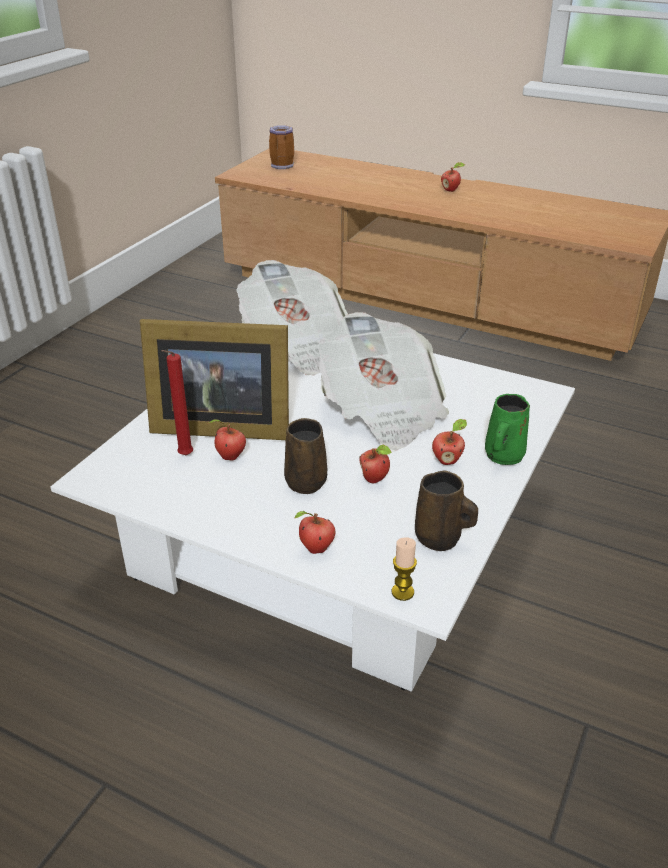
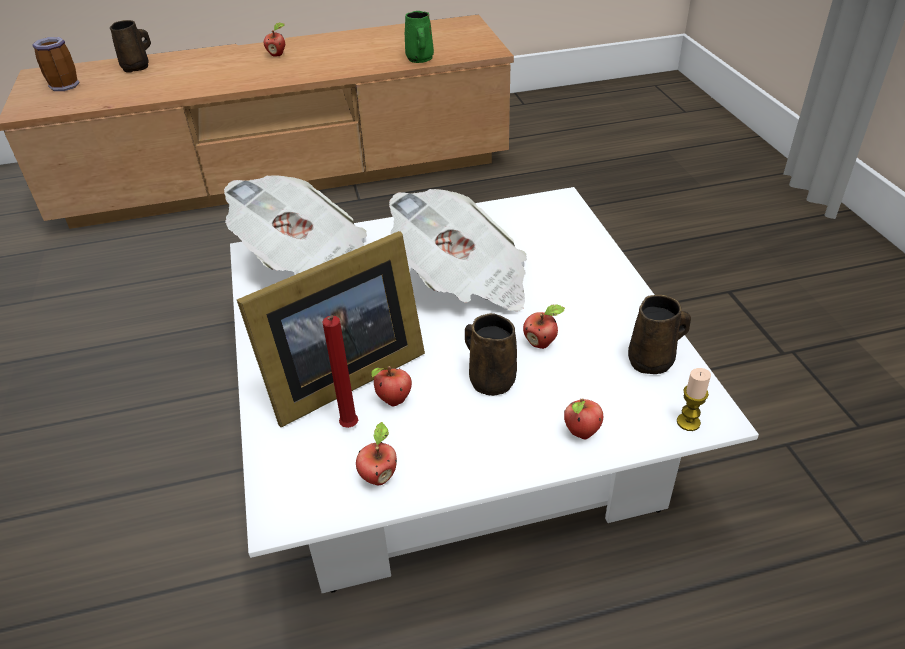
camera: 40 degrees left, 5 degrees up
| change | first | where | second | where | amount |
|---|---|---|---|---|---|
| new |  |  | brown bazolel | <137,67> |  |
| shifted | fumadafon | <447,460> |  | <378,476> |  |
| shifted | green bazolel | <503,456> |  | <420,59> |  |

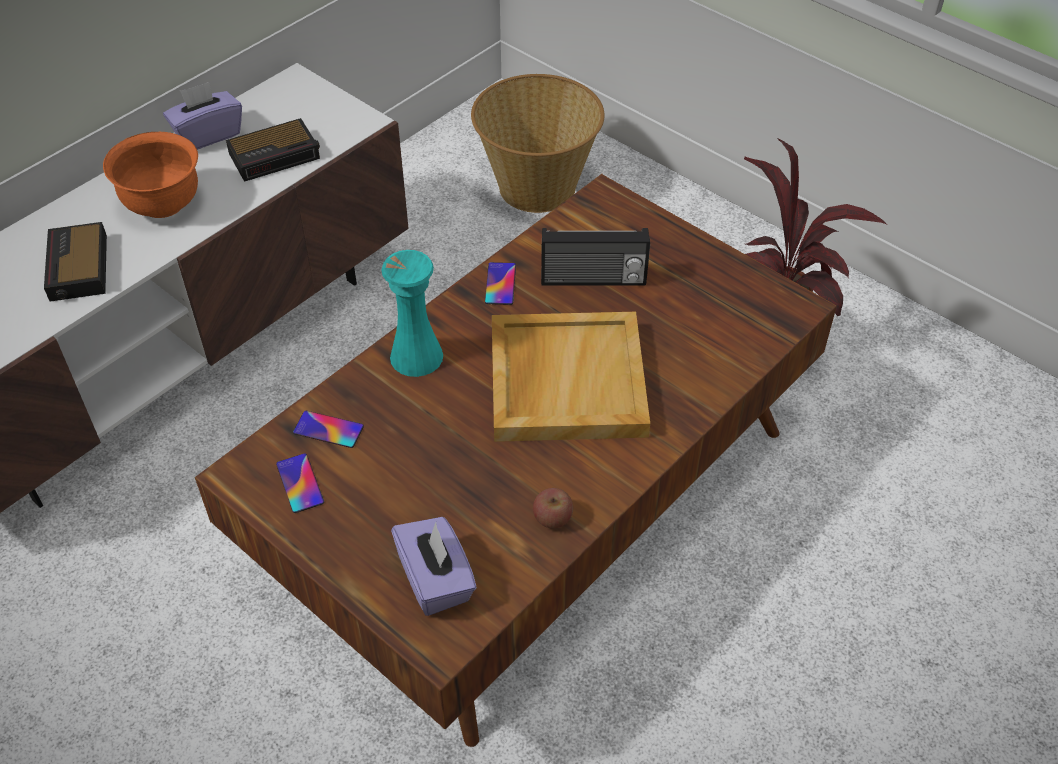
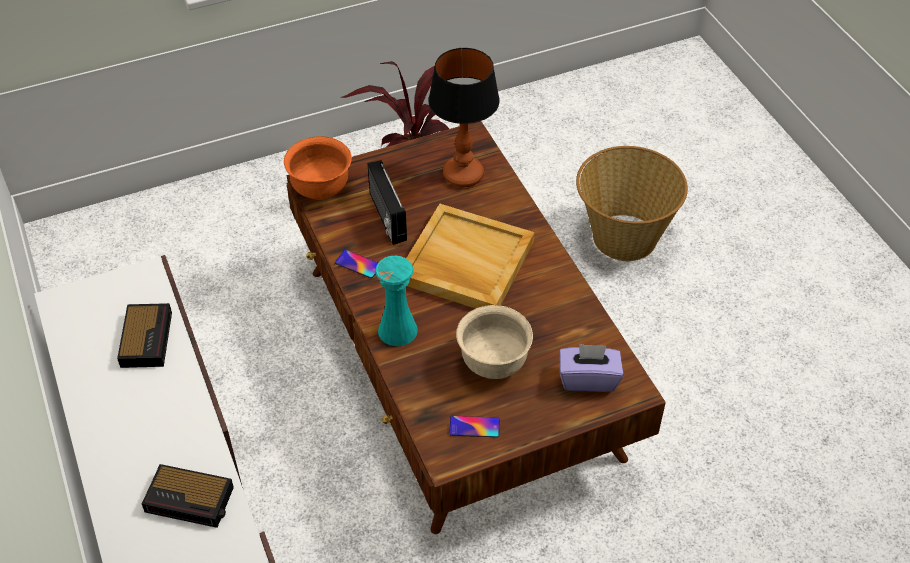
camera: 65 degrees left, 0 degrees up
| change | first | where | second | where | amount |
|---|---|---|---|---|---|
| gone | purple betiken | <208,134> |  |  |  |
| gone | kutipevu | <328,430> |  |  |  |
| gone | fumadafon | <552,518> |  |  |  |
| new |  |  | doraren | <462,174> |  |
| new |  |  | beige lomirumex | <493,362> |  |
| shifted | orange lomirumex | <163,204> |  | <321,189> |  |
| shifted | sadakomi | <537,186> |  | <623,237> |  |
| rotated | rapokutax | <593,280> |  | <386,217> | 135 degrees clockwise |

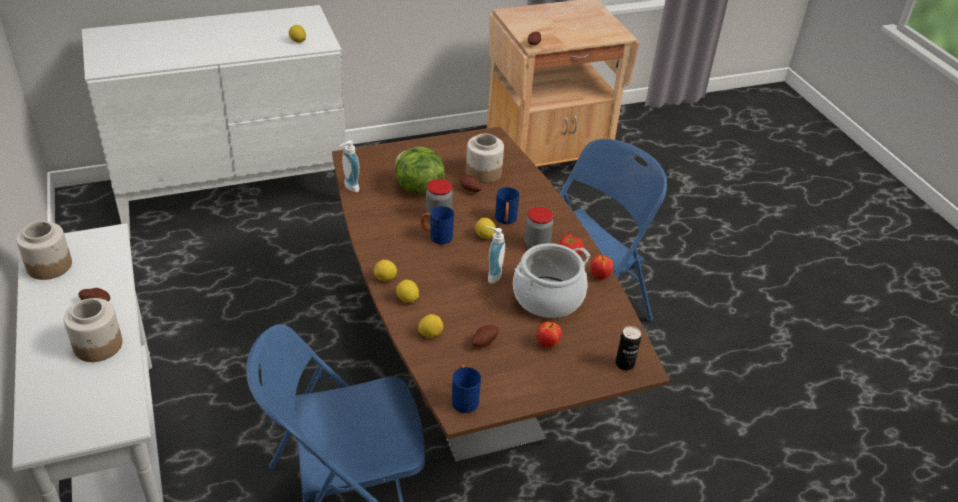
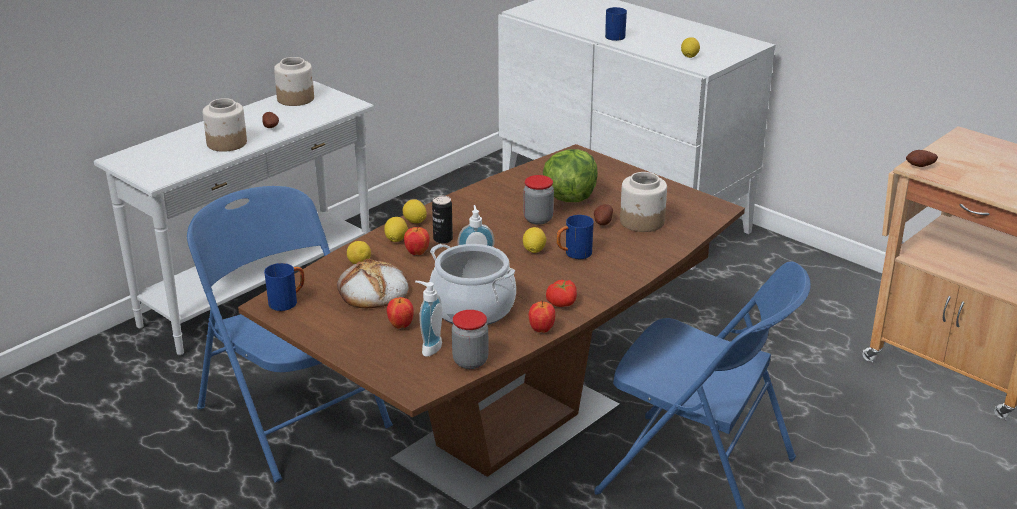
camera: 65 degrees right, 10 degrees down
| change | first | where | second | where | amount |
|---|---|---|---|---|---|
| new |  |  | fumadafon | <417,253> |  |
| shifted | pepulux | <349,187> |  | <428,347> |  |
| shifted | blue bazolel | <436,237> |  | <613,36> |  |
| shifted | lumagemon | <536,244> |  | <470,361> |  |
| shifted | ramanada | <624,364> |  | <443,239> |  |
| swapped | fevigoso | <483,342> | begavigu | <372,291> |  |

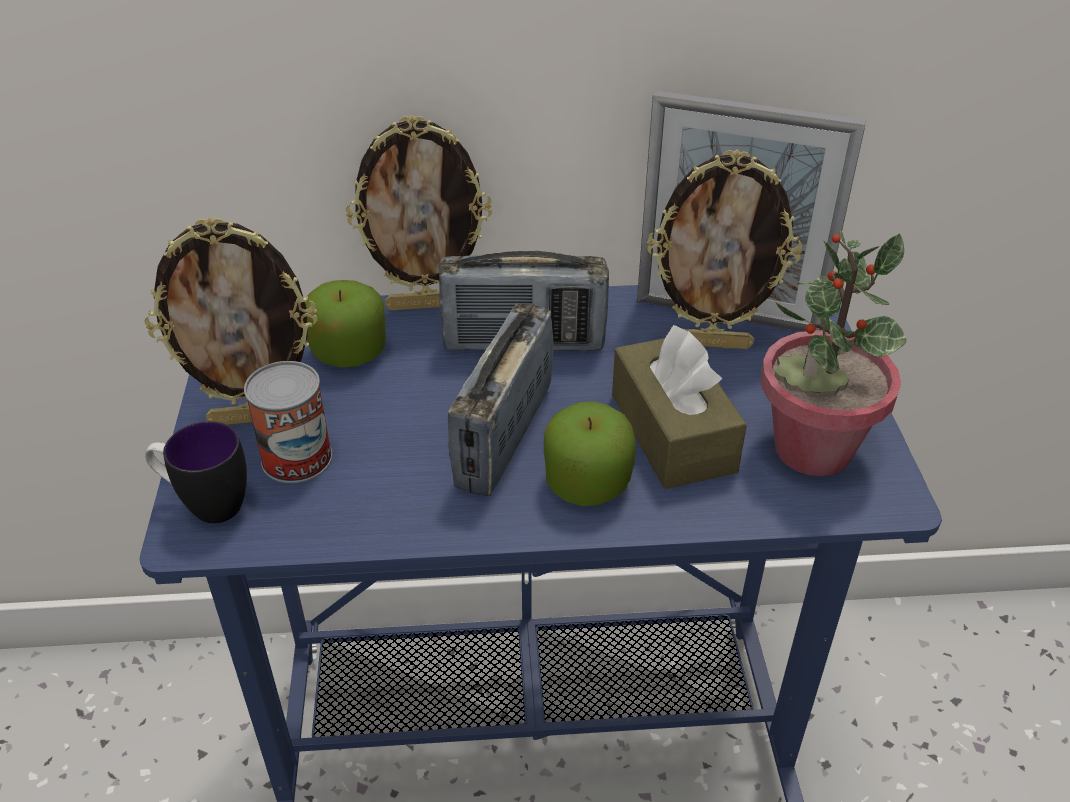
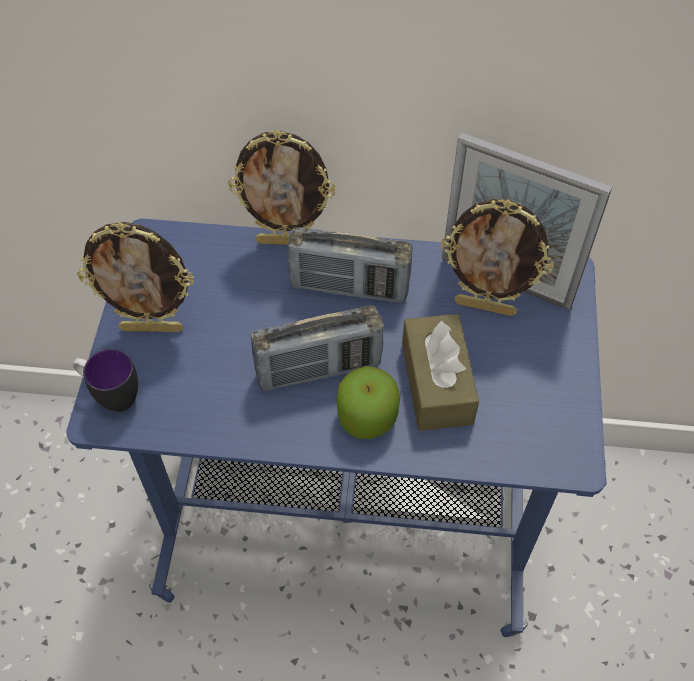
camera: 10 degrees right, 15 degrees up
| change | first | where | second | where | amount |
|---|---|---|---|---|---|
| gone | ramanada | <297,458> |  |  |  |
| gone | fumadafon | <348,352> |  |  |  |
| gone | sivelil | <811,449> |  |  |  |
| rotated | rapokutax | <504,437> |  | <318,369> | 135 degrees counterclockwise |

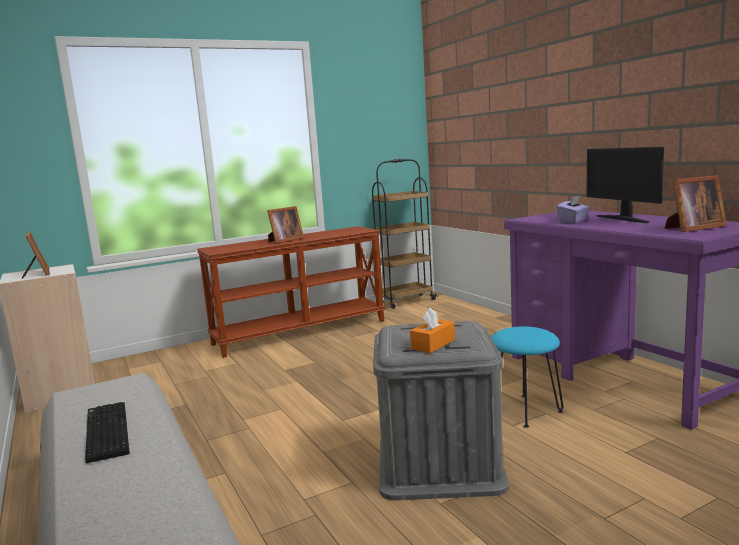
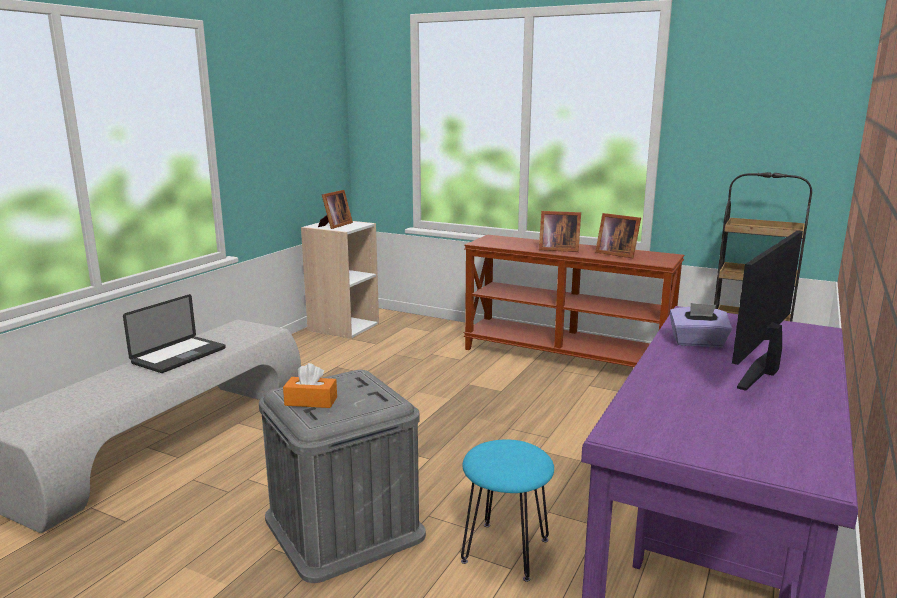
camera: 55 degrees right, 5 degrees up
| change | first | where | second | where | amount |
|---|---|---|---|---|---|
| shifted | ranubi | <692,228> |  | <616,254> |  |
| swapped | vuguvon | <105,432> | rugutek | <179,356> |  |

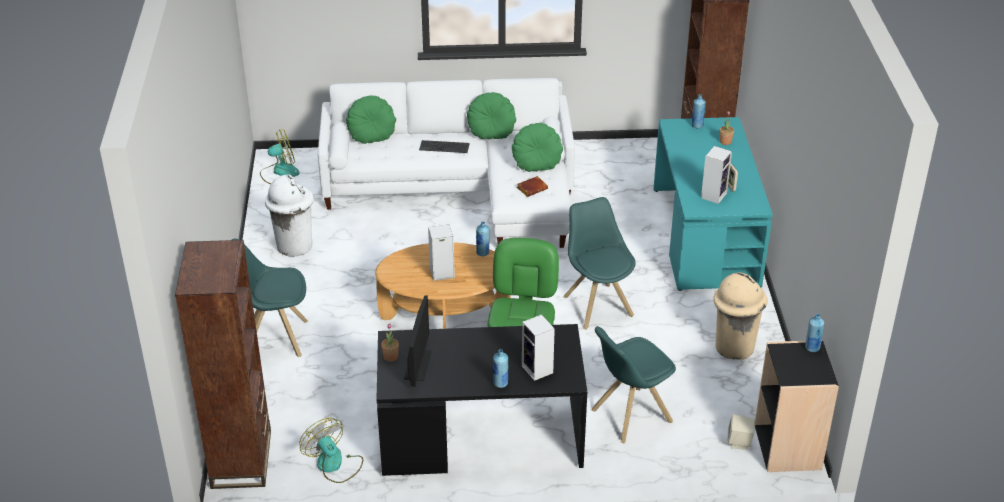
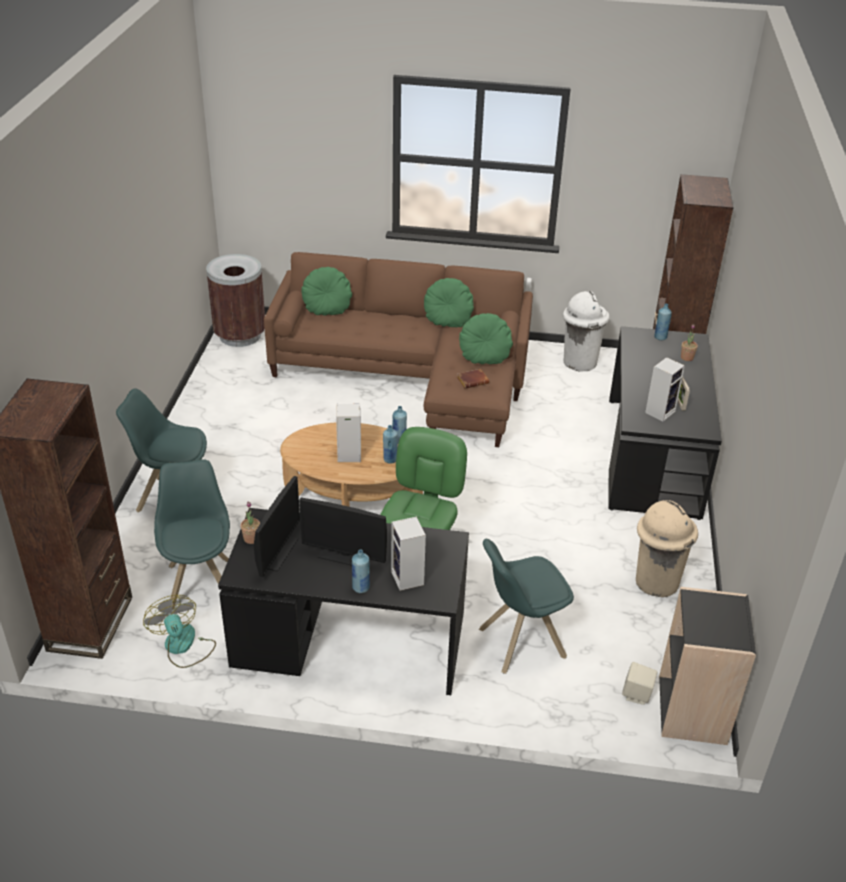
camera: 10 degrees right, 0 degrees up
| change | first | where | second | where | amount |
|---|---|---|---|---|---|
| gone | vuguvon | <444,147> |  |  |  |
| new |  |  | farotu | <345,555> |  |
| shifted | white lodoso | <294,245> |  | <579,362> |  |
| shifted | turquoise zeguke | <597,306> |  | <200,583> |  |
| shifted | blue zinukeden | <812,348> |  | <390,459> |  |
| swapped | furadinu | <279,172> | brown lodoso | <240,335> |  |
| repainted | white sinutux | <462,191> | brown sinutux | <412,376> |  |
| repainted | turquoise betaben | <705,236> | black betaben | <653,456> |  |

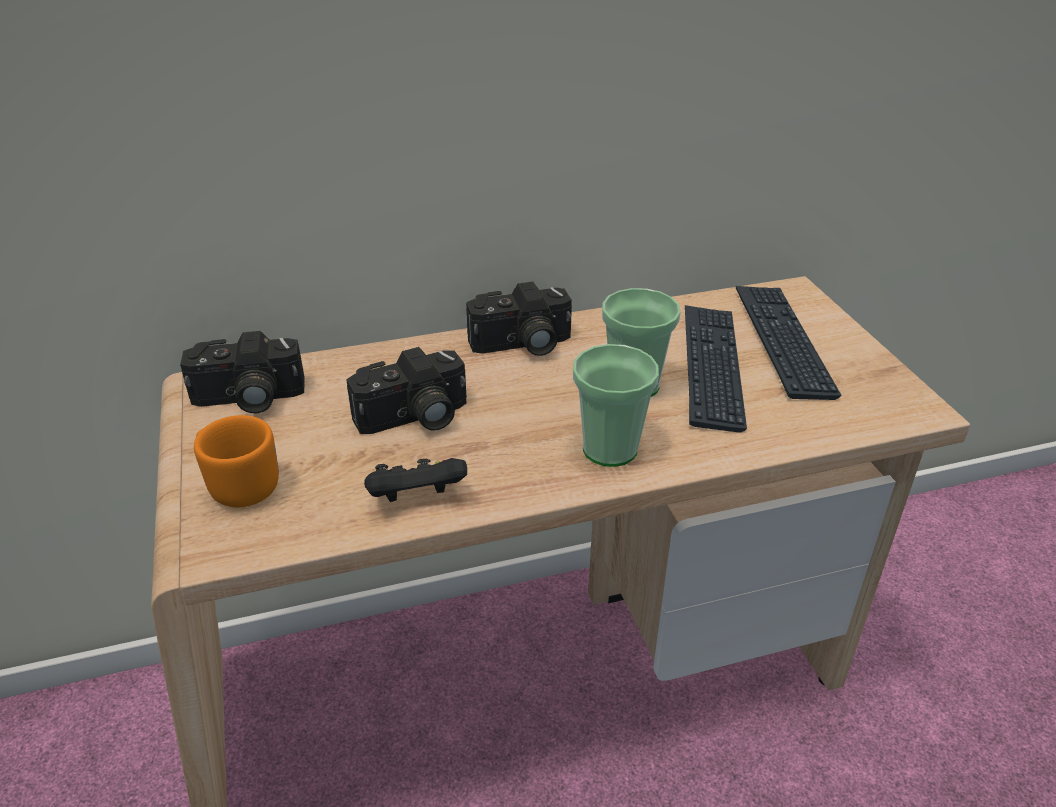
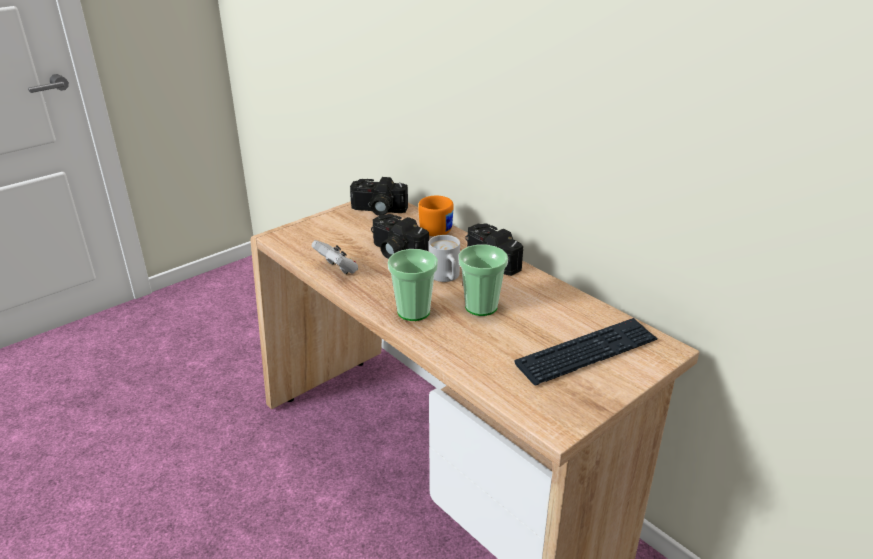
camera: 65 degrees right, 5 degrees down
| change | first | where | second | where | amount |
|---|---|---|---|---|---|
| gone | vuguvon | <711,367> |  |  |  |
| new |  |  | white bazolel | <446,277> |  |
| shifted | orange bazolel | <239,484> |  | <438,229> |  |
| repainted | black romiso | <417,498> | white romiso | <337,269> |  |
| rotated | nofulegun | <247,399> |  | <378,210> | 45 degrees counterclockwise |

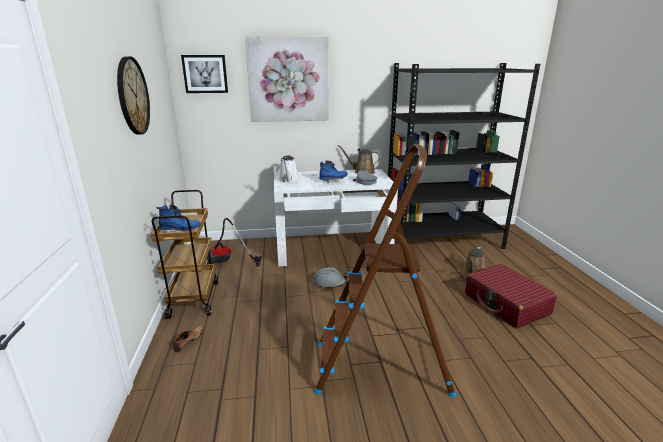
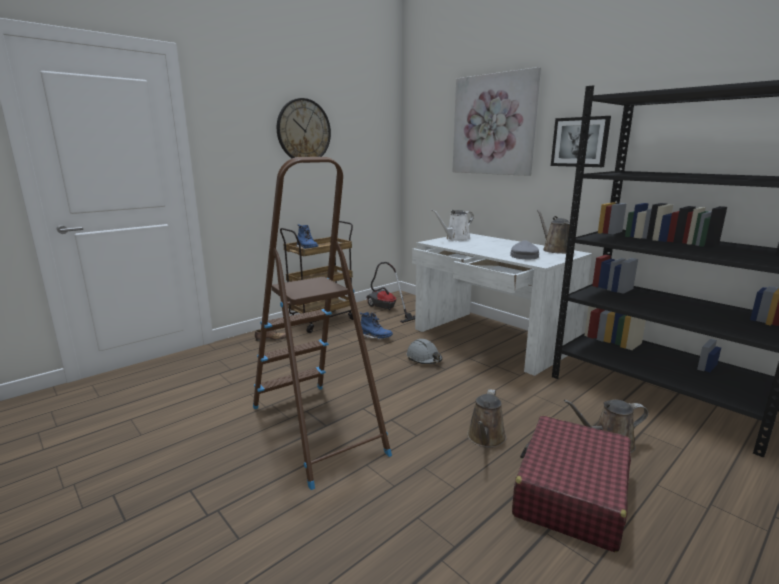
camera: 55 degrees right, 5 degrees down
| change | first | where | second | where | amount |
|---|---|---|---|---|---|
| new |  |  | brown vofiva | <485,438> |  |
| shifted | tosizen | <205,74> |  | <580,142> |  |
| shifted | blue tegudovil | <333,181> |  | <375,338> |  |

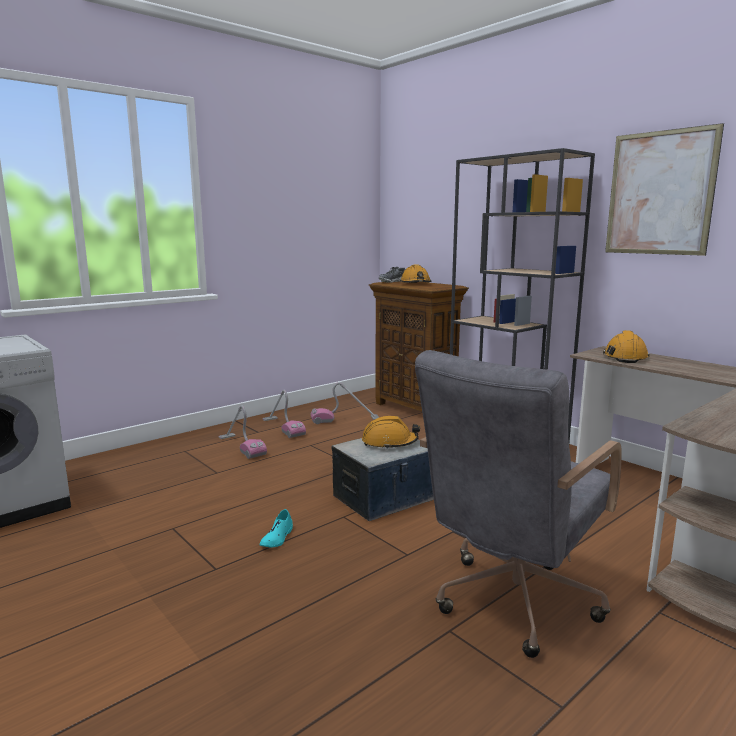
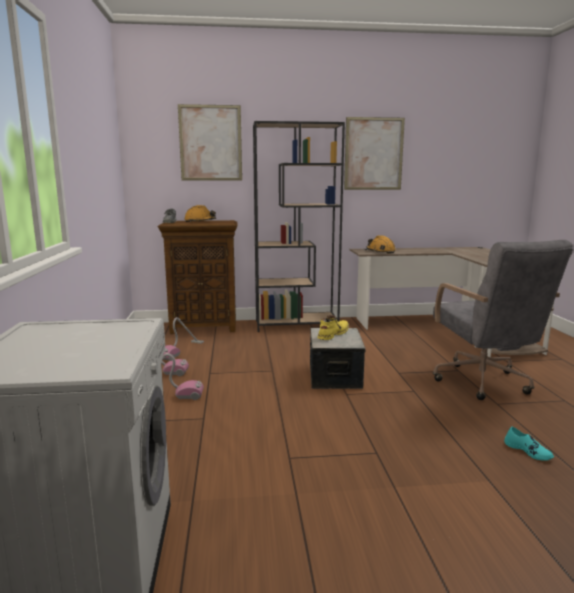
camera: 55 degrees left, 0 degrees up
| change | first | where | second | where | amount |
|---|---|---|---|---|---|
| new |  |  | tosizen | <210,143> |  |
| shifted | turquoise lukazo | <277,538> |  | <528,451> |  |
| swapped | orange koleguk | <389,443> | yellow tegudovil | <333,334> |  |

